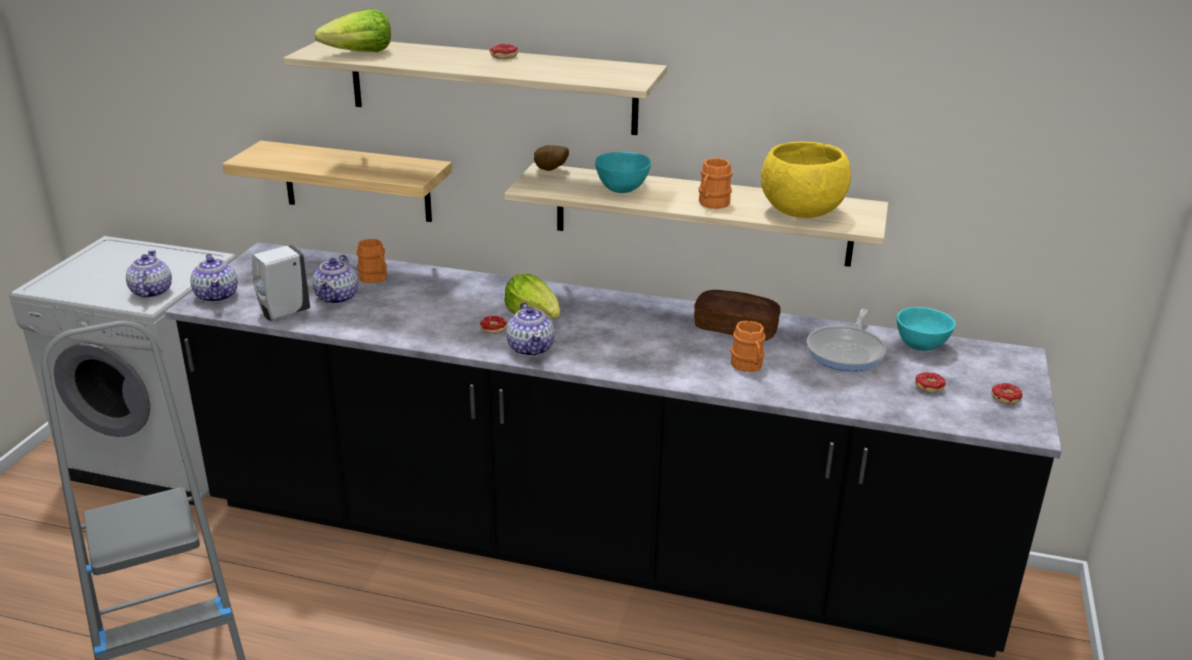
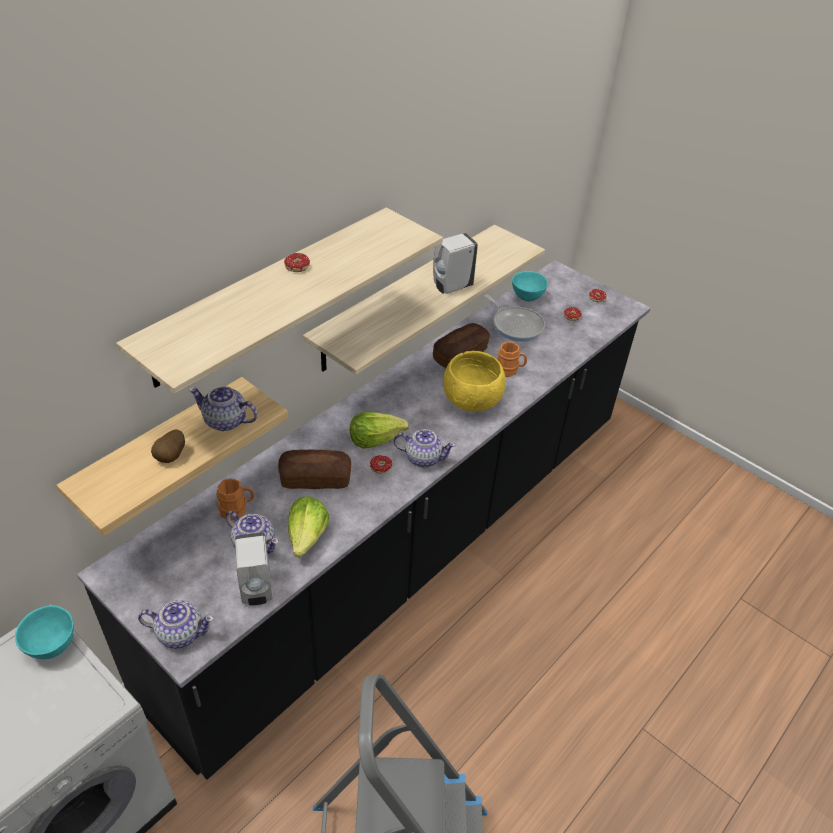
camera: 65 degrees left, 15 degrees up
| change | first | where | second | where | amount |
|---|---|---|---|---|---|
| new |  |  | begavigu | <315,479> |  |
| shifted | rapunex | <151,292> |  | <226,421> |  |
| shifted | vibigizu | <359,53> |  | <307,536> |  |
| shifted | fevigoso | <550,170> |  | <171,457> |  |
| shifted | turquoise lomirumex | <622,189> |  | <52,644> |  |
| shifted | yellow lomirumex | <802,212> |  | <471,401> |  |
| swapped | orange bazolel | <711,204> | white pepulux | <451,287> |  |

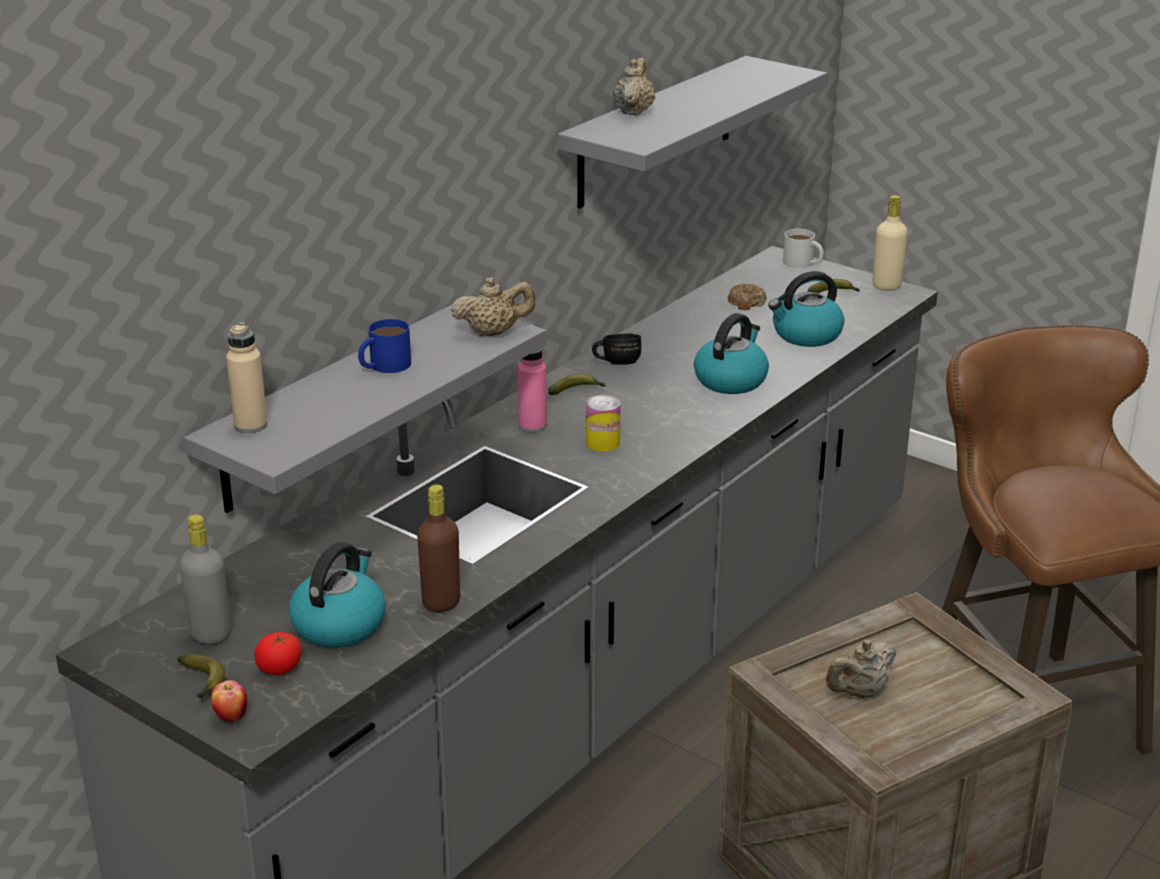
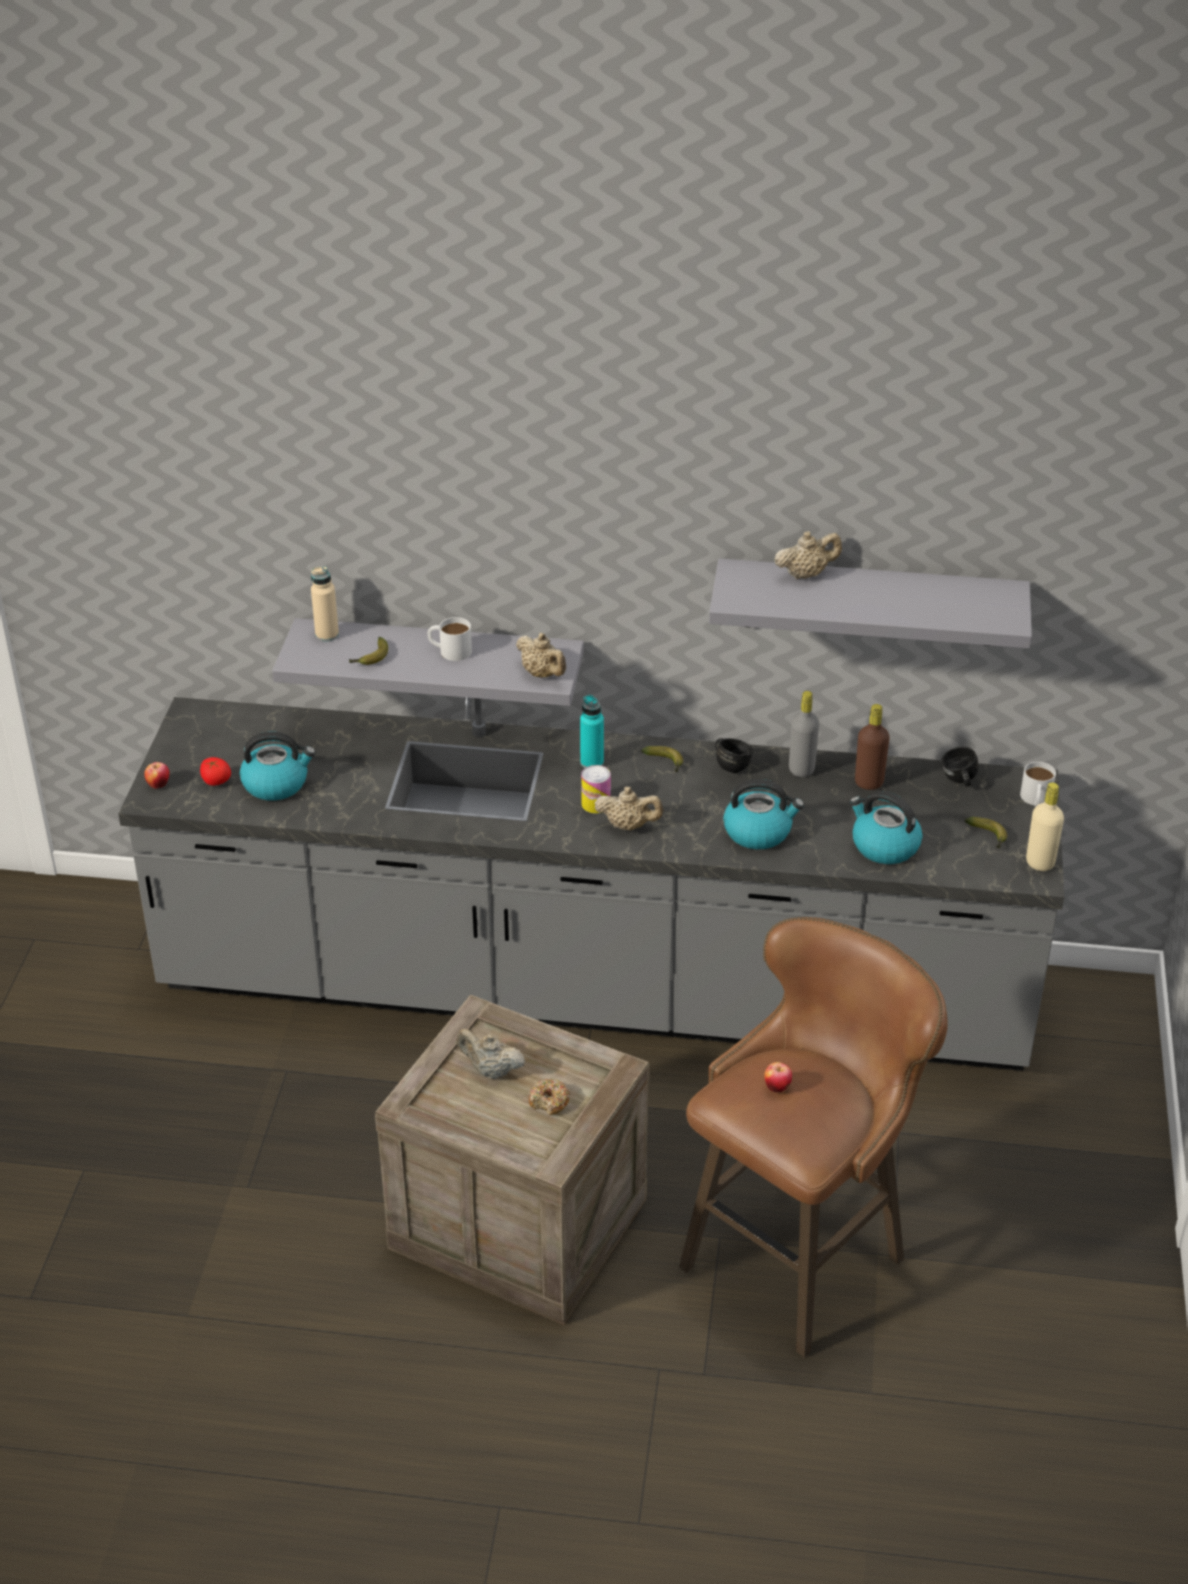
camera: 60 degrees right, 10 degrees up
| change | first | where | second | where | amount |
|---|---|---|---|---|---|
| new |  |  | beige rapunex | <628,826> |  |
| new |  |  | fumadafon | <777,1087> |  |
| new |  |  | black bazolel | <958,781> |  |
| shifted | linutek | <202,682> |  | <370,658> |  |
| shifted | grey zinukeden | <210,634> |  | <801,769> |  |
| shifted | brown zinukeden | <441,602> |  | <869,783> |  |
| shifted | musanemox | <746,303> |  | <549,1102> |  |
| repainted | blue bazolel | <383,366> | white bazolel | <449,650> |  |
| repainted | pink zinukeden | <532,426> | turquoise zinukeden | <592,762> |  |

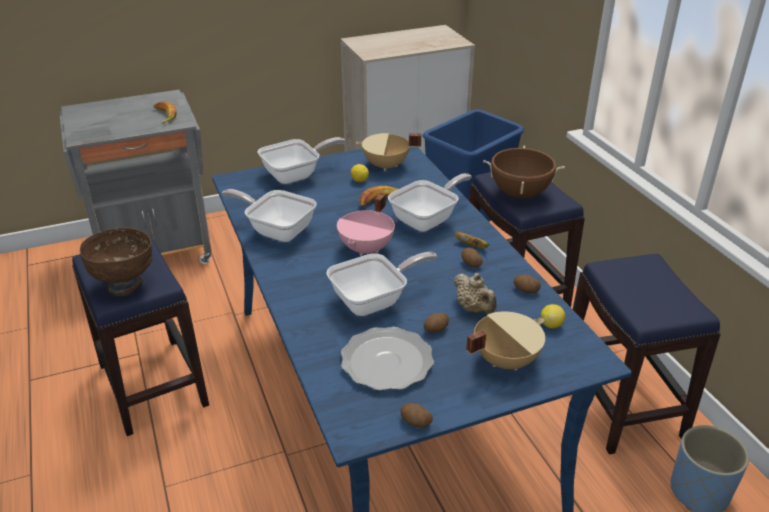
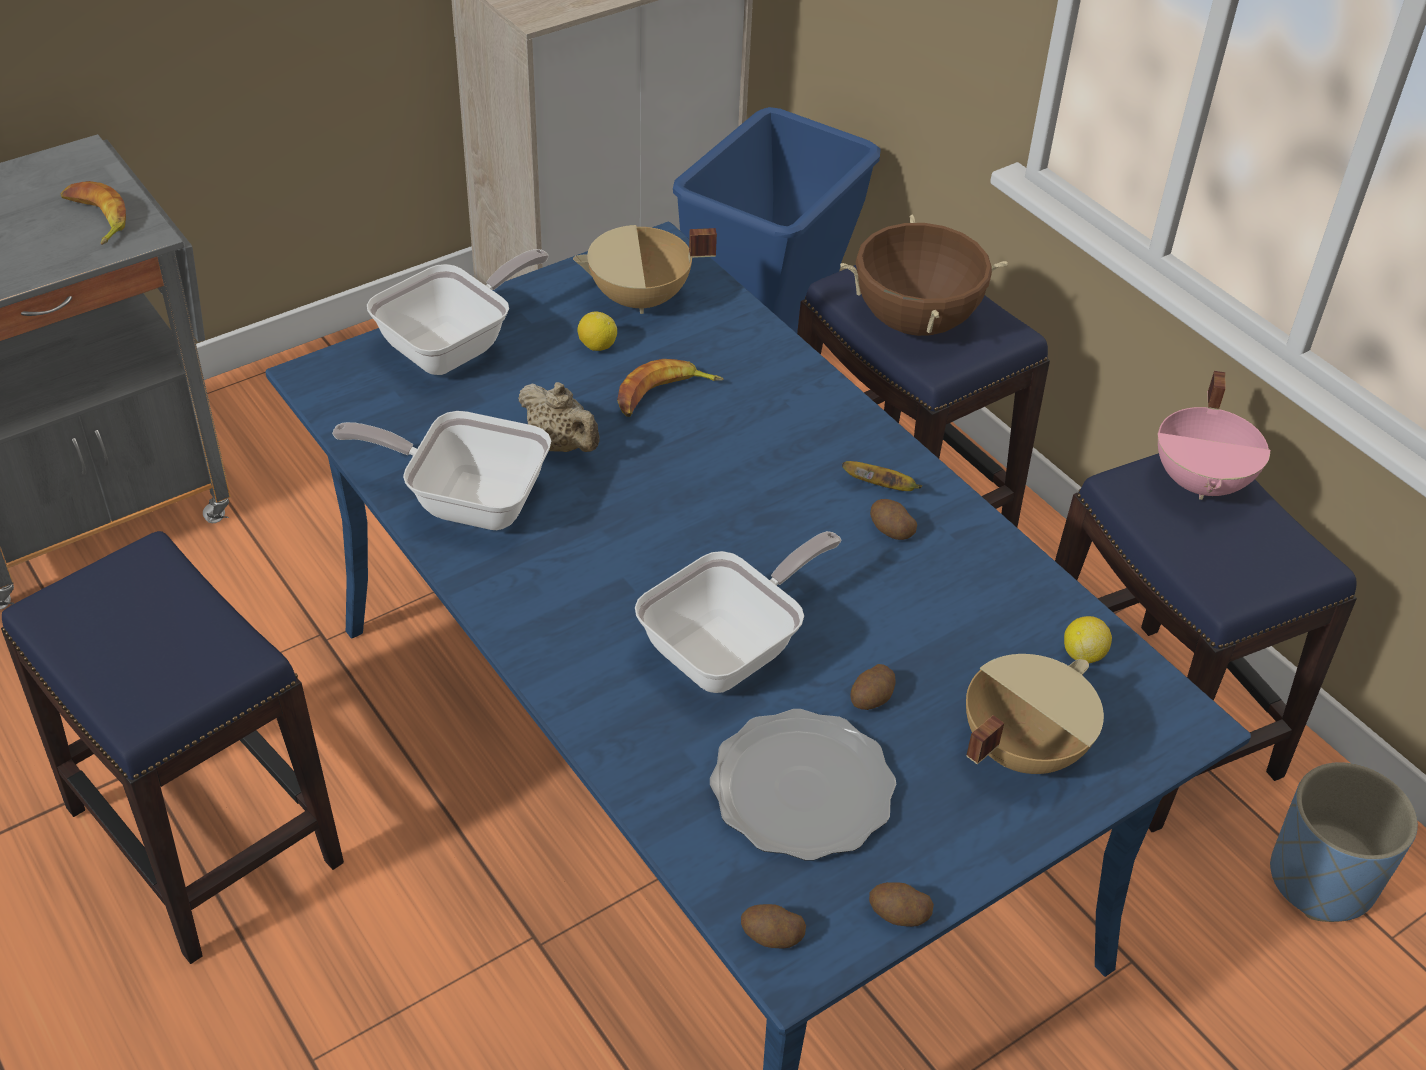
camera: 15 degrees left, 10 degrees up
| change | first | where | second | where | amount |
|---|---|---|---|---|---|
| gone | brown lomirumex | <125,285> |  |  |  |
| gone | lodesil | <428,219> |  |  |  |
| shifted | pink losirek | <367,249> |  | <1202,482> |  |
| shifted | beige rapunex | <474,309> |  | <561,445> |  |
| shifted | fevigoso | <526,290> |  | <771,937> |  |

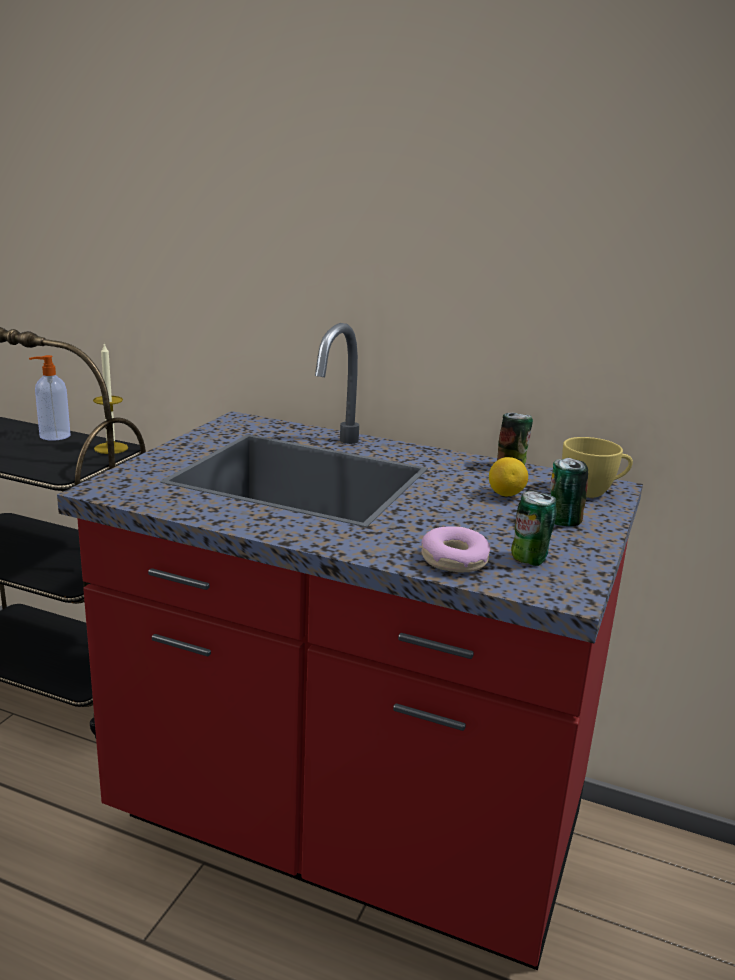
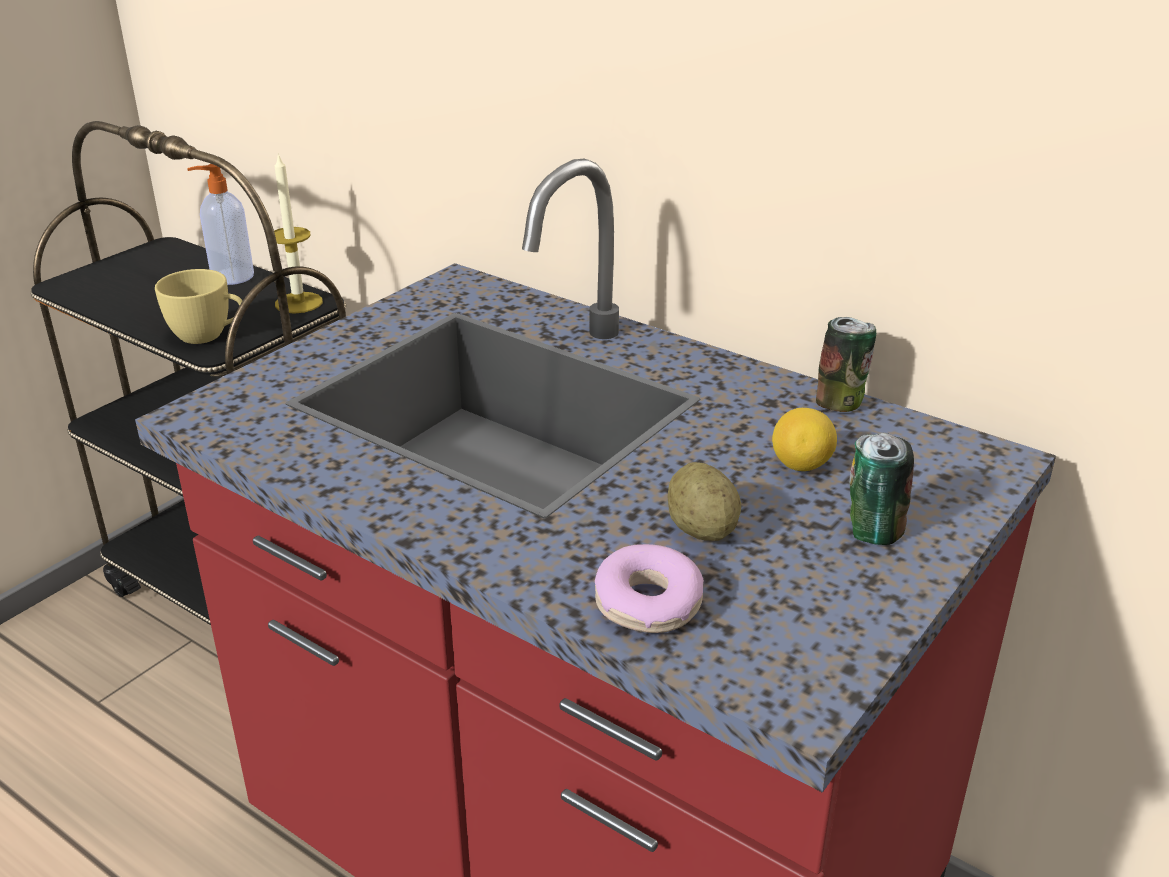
camera: 15 degrees right, 10 degrees up
| change | first | where | second | where | amount |
|---|---|---|---|---|---|
| gone | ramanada | <529,559> |  |  |  |
| new |  |  | fevigoso | <701,529> |  |
| shifted | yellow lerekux | <592,492> |  | <208,336> |  |

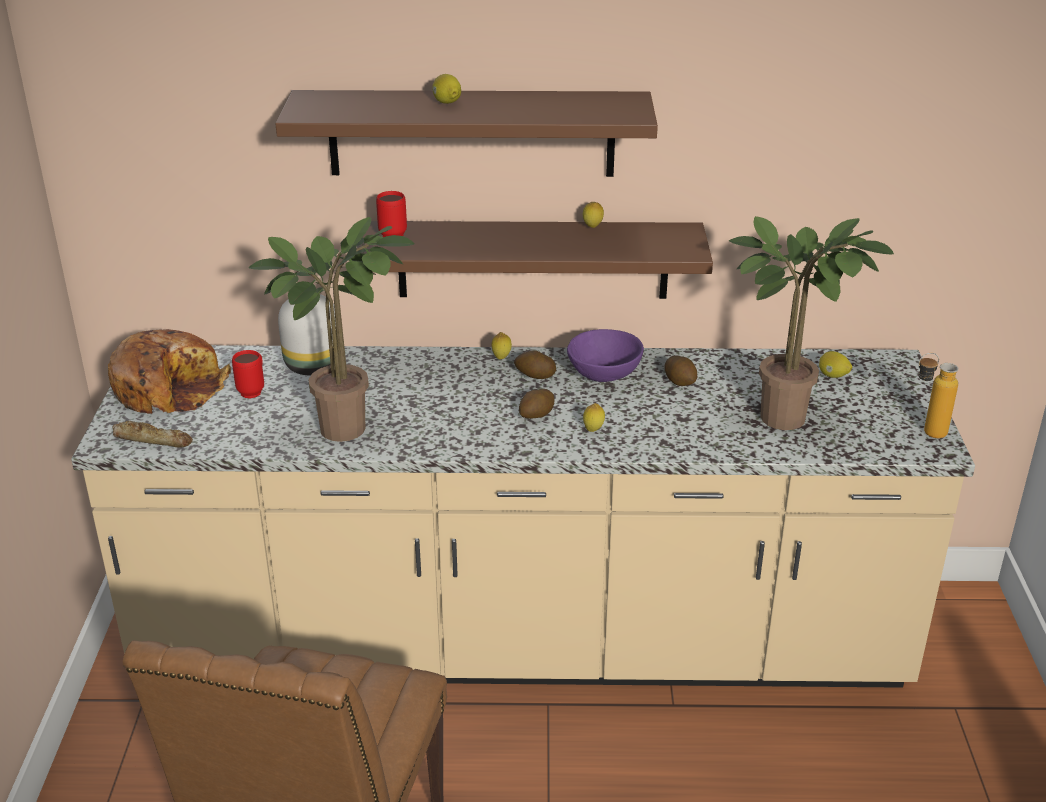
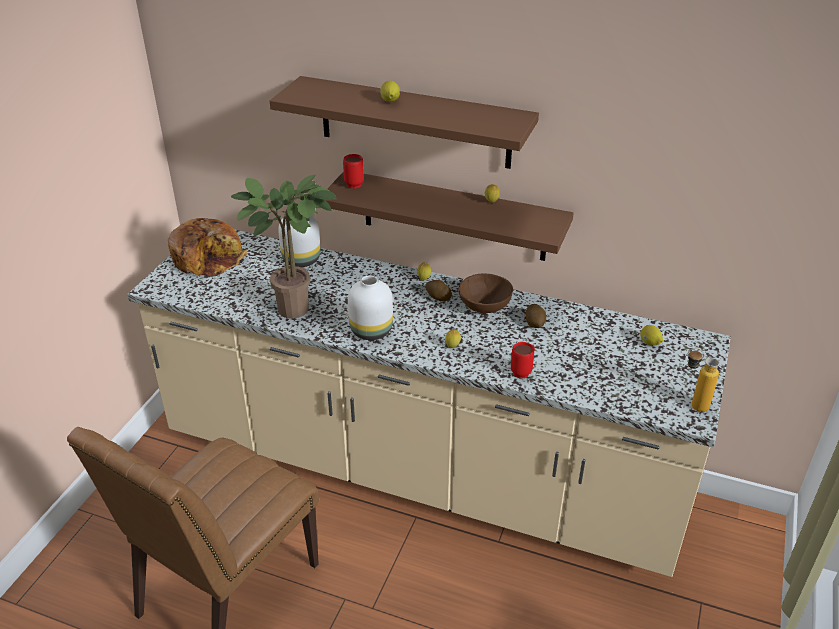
camera: 20 degrees right, 5 degrees up
| change | first | where | second | where | amount |
|---|---|---|---|---|---|
| gone | begavigu | <153,439> |  |  |  |
| gone | fevigoso | <536,415> |  |  |  |
| gone | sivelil | <790,416> |  |  |  |
| new |  |  | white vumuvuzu | <370,331> |  |
| shifted | red bazolel | <254,390> |  | <523,371> |  |
| repainted | purple lomirumex | <604,377> | brown lomirumex | <484,308> |  |

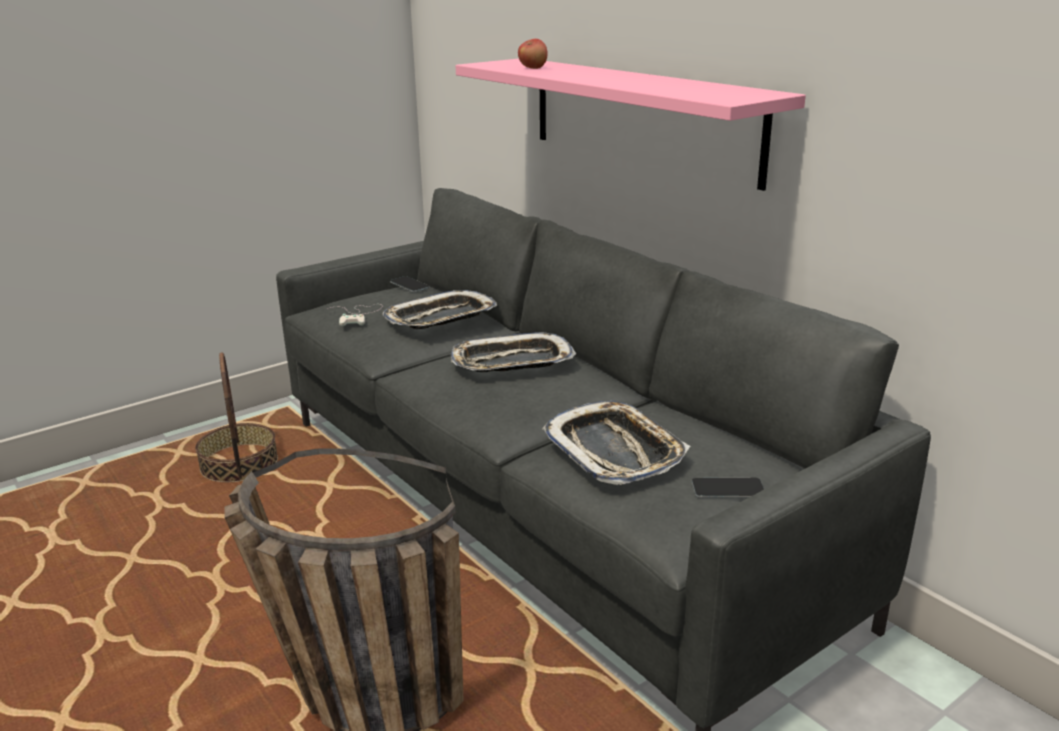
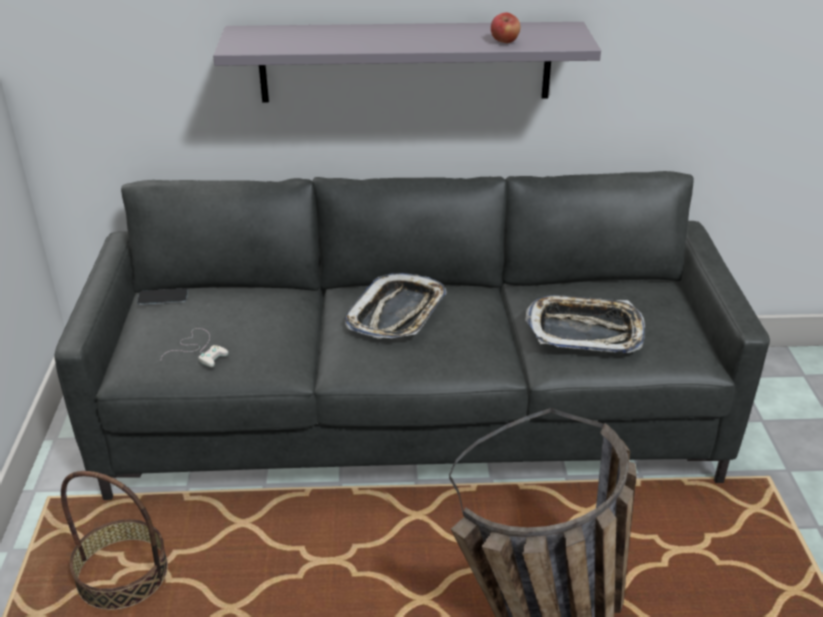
camera: 55 degrees left, 10 degrees up
| change | first | where | second | where | amount |
|---|---|---|---|---|---|
| gone | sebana | <440,318> |  |  |  |
| gone | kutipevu | <728,488> |  |  |  |
| shifted | fumadafon | <533,68> |  | <504,42> |  |
| repainted | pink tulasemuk | <641,118> | grey tulasemuk | <405,62> |  |

